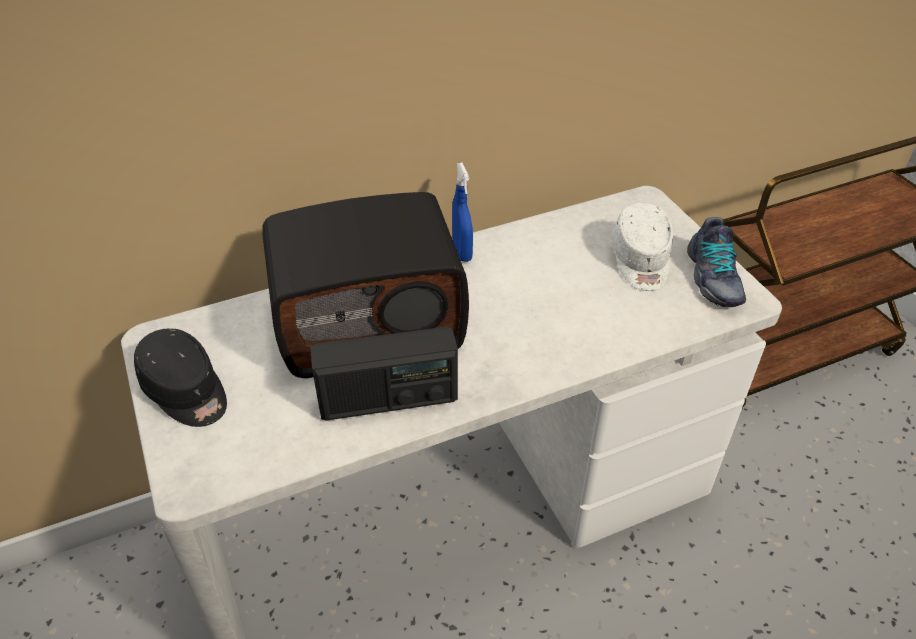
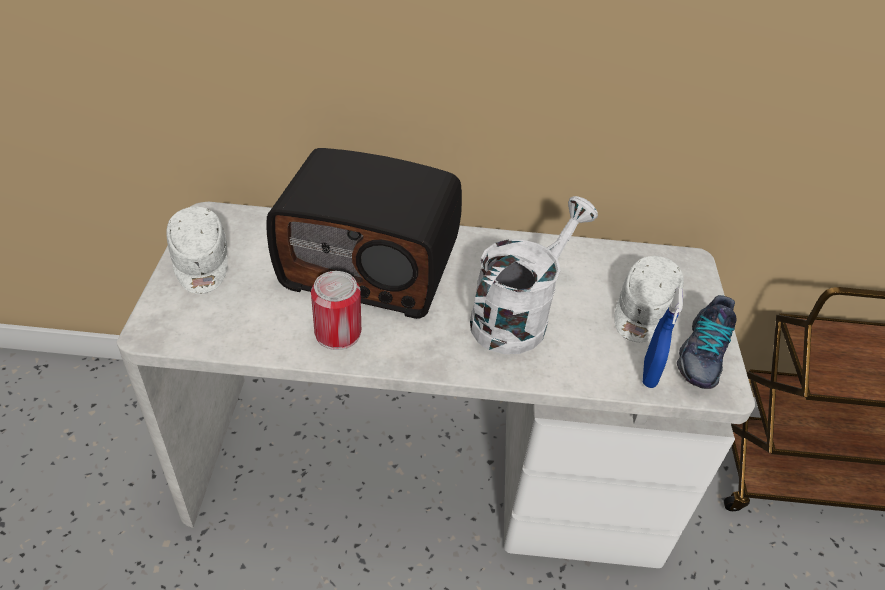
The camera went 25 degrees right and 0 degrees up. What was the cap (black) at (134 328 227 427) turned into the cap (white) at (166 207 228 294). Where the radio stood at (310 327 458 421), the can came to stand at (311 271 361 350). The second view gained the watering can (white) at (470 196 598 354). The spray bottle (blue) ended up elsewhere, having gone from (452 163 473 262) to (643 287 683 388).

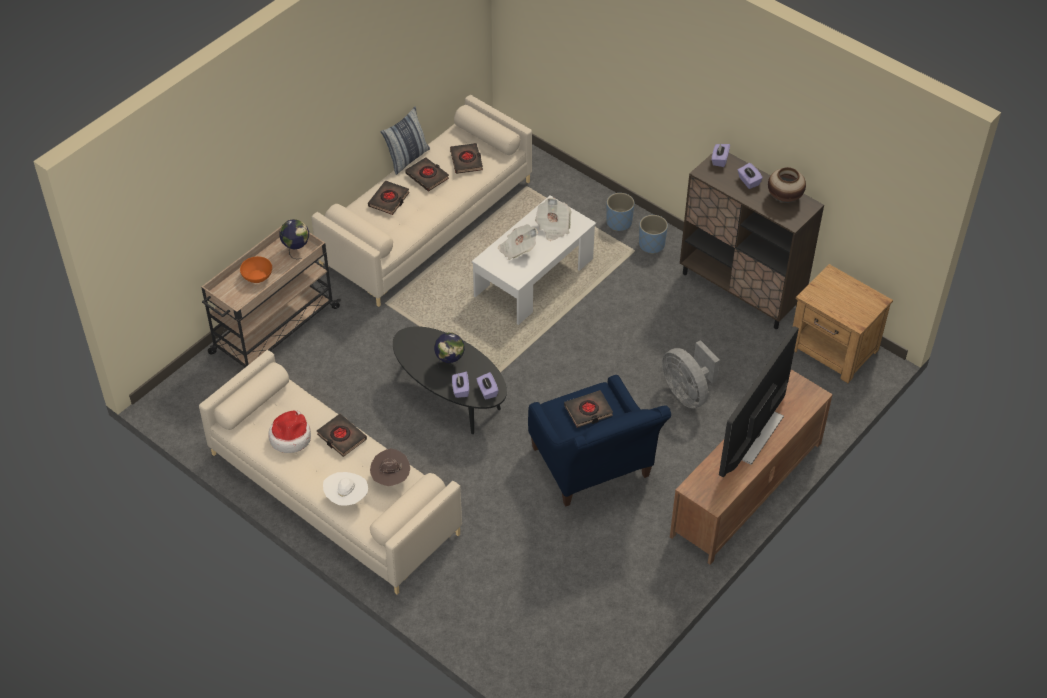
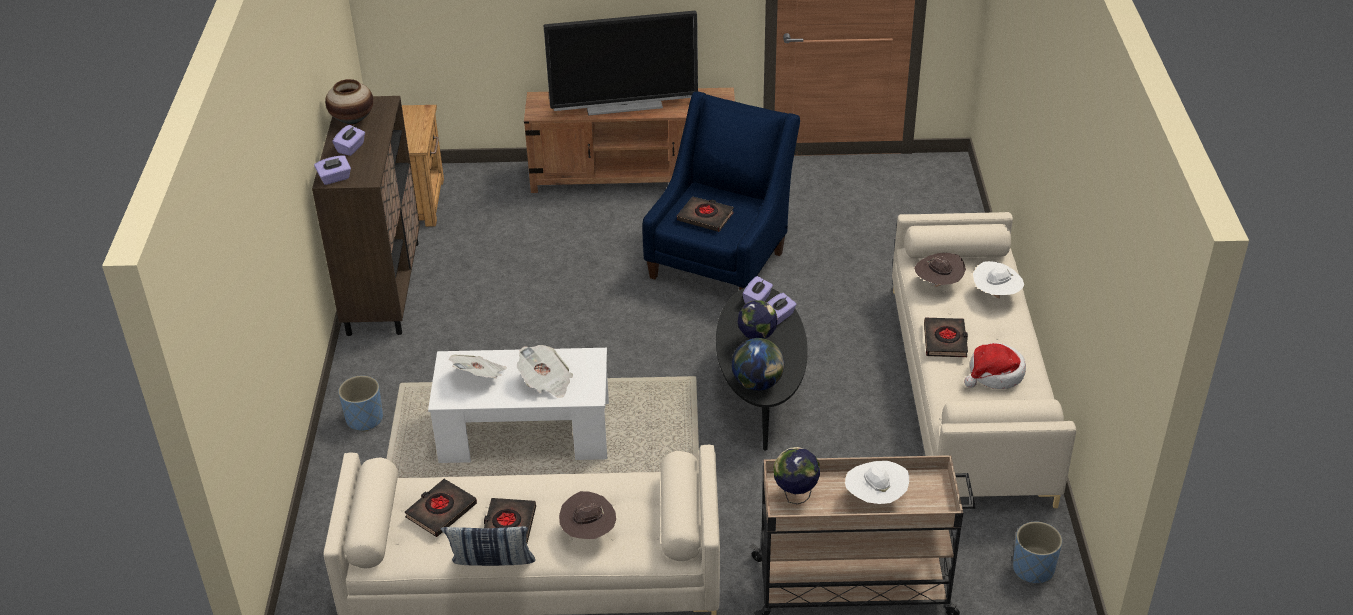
The camera went 130 degrees left and 10 degrees down. Where the book (black) stood at (368 180 410 215), the hat (brown) came to stand at (559 491 616 539). The second view gained the globe at (732 338 784 391). Where the bowl (orange) stood at (240 256 272 283), the hat (white) came to stand at (845 461 909 504). The planter (blue) ended up elsewhere, having gone from (639 215 668 254) to (1013 522 1062 583). The second view lost the fan (grey) at (662 340 720 408).

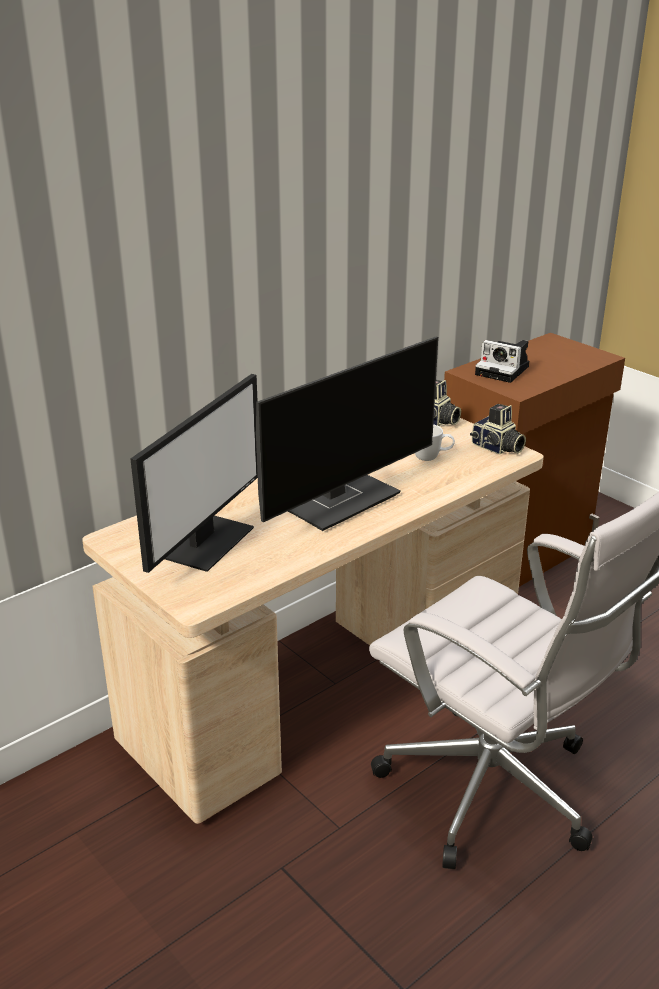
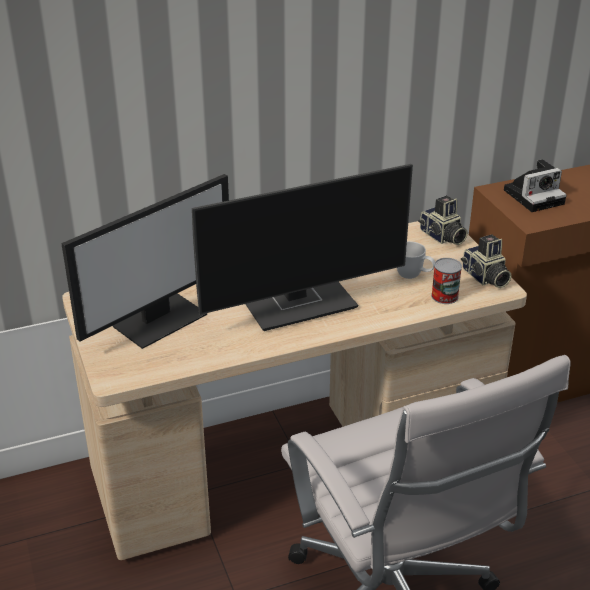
The camera went 20 degrees right and 5 degrees up. The second view gained the can at (431 258 462 304). The photo camera at (475 340 529 383) ended up facing another way, 75 degrees counterclockwise from before.

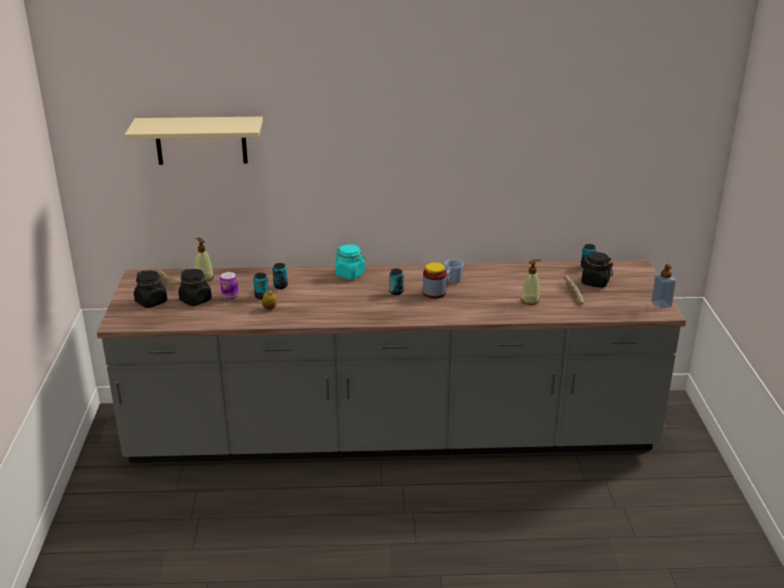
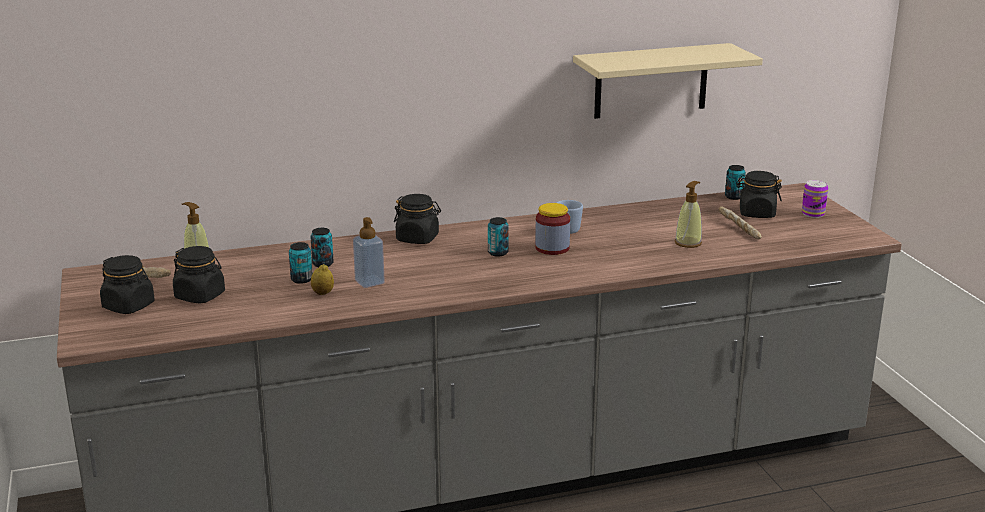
The camera went 15 degrees left and 5 degrees down. The soap dispenser ended up elsewhere, having gone from (651 264 676 309) to (353 217 385 288). What was the jar (turquoise) at (335 244 365 280) turned into the jar (black) at (394 194 441 244). The shelf (beige) ended up elsewhere, having gone from (124 117 263 165) to (573 43 763 119). The can ended up elsewhere, having gone from (220 272 239 300) to (802 180 828 218).

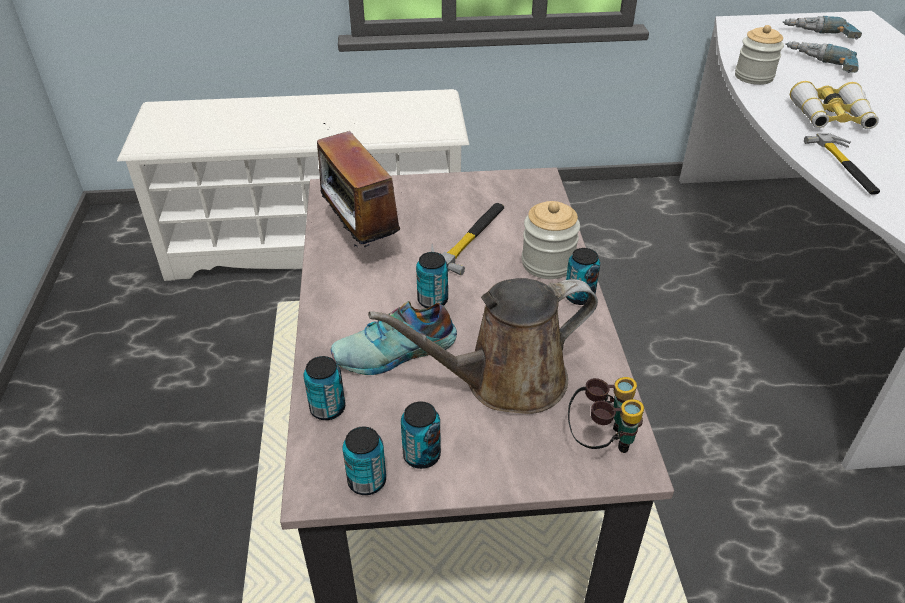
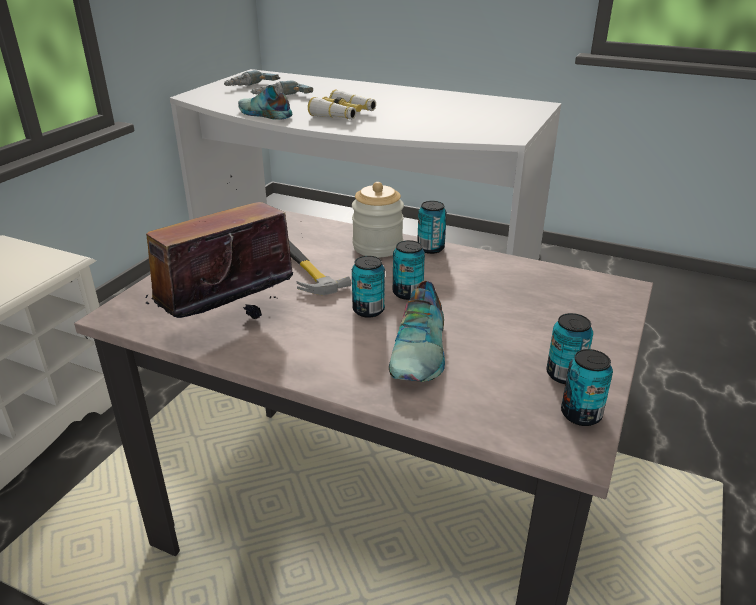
The camera went 60 degrees left and 10 degrees down. The radio at (311 123 400 247) ended up facing another way, 135 degrees clockwise from before. Where the jar stood at (735 25 784 85), the shoe came to stand at (238 85 292 120). The can ended up elsewhere, having gone from (304 356 345 420) to (393 240 425 300). The second view lost the watering can (brown) at (368 278 598 414). The second view lost the binoculars at (568 377 644 453). The second view lost the hammer at (804 133 880 195).

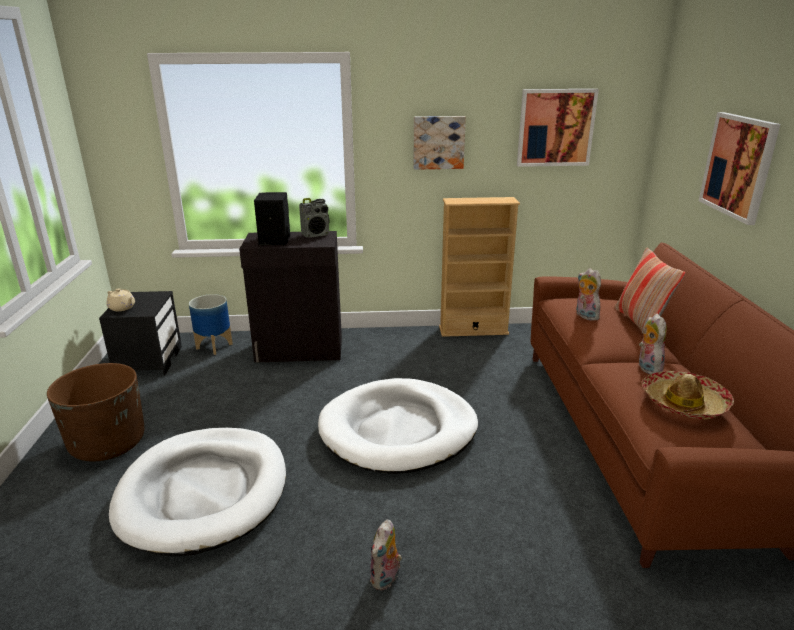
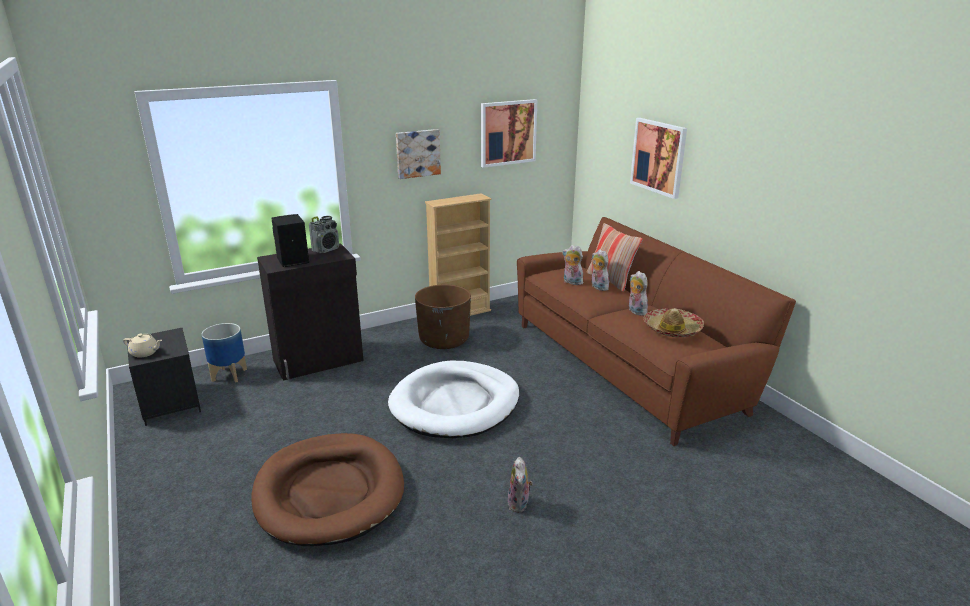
The camera went 25 degrees left and 0 degrees up. What was the dog bed (white) at (109 428 286 556) turned into the dog bed (brown) at (251 433 404 546). The planter (brown) ended up elsewhere, having gone from (47 363 145 462) to (415 284 471 349). The second view gained the plush toy at (592 249 609 291).

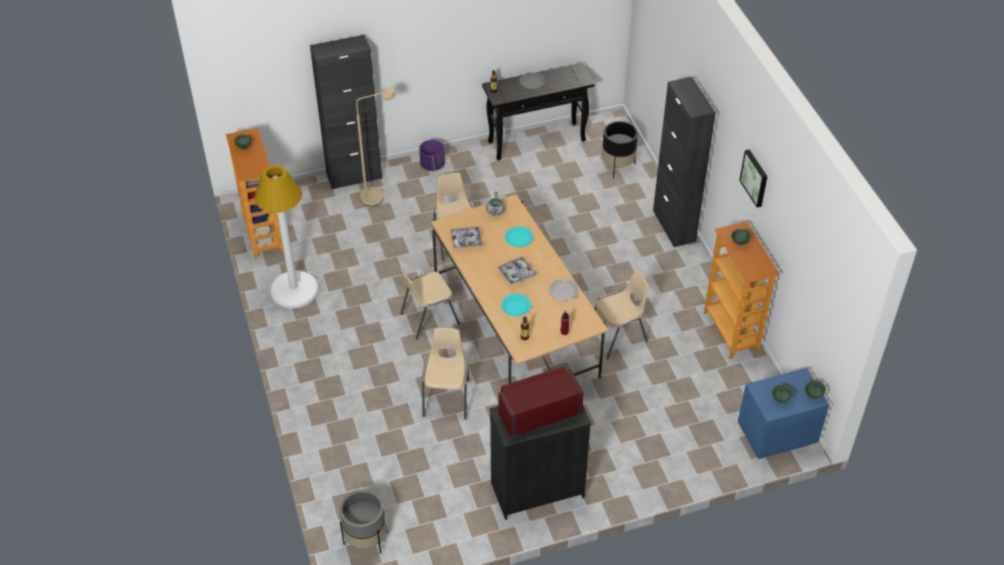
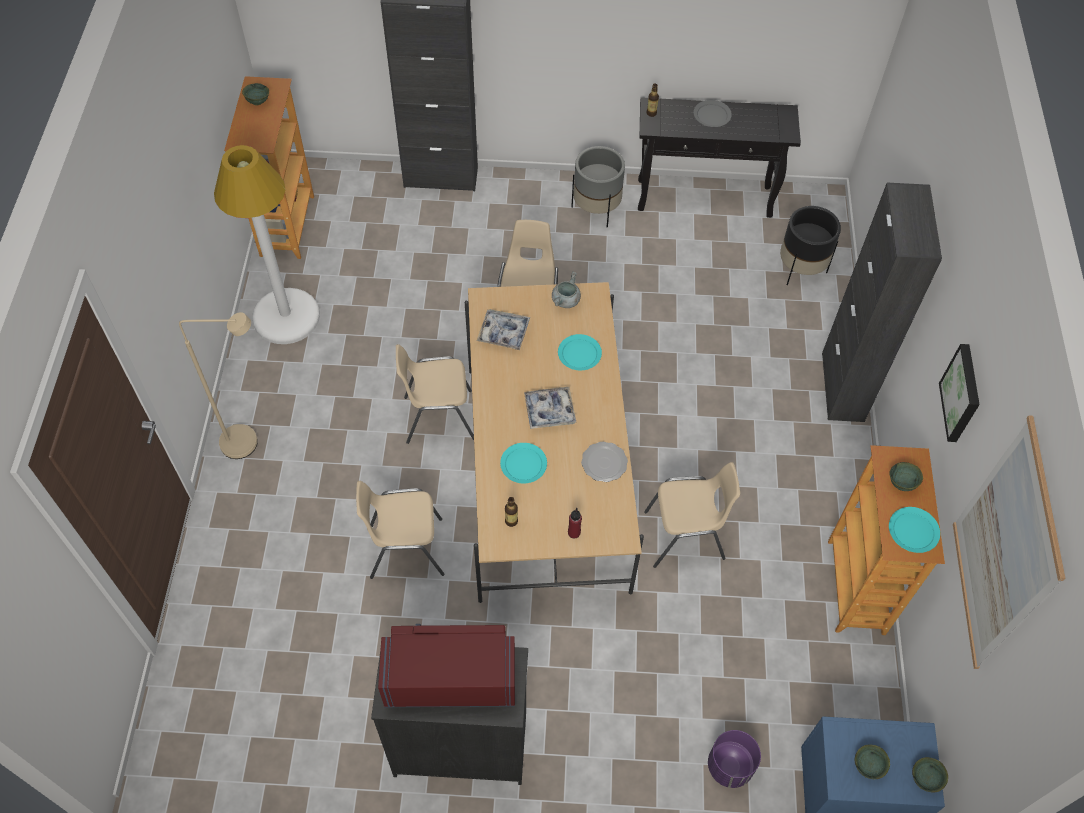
The camera went 20 degrees right and 10 degrees up. The floor lamp (beige) ended up elsewhere, having gone from (356 87 396 206) to (179 312 258 459). The chair (beige) at (422 328 469 419) ended up facing another way, 120 degrees counterclockwise from before. The planter (grey) ended up elsewhere, having gone from (339 489 386 554) to (571 146 625 227). The planter (purple) ended up elsewhere, having gone from (419 140 445 171) to (708 730 761 788). The second view gained the plate (turquoise) at (889 507 940 553). The second view gained the picture at (953 415 1066 669).

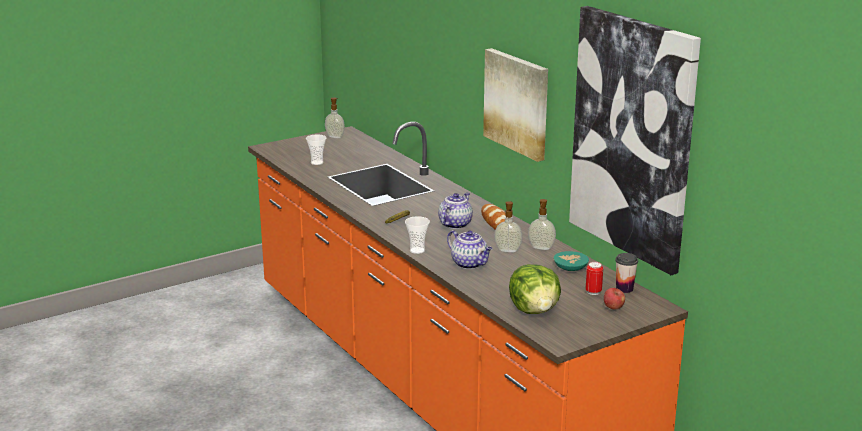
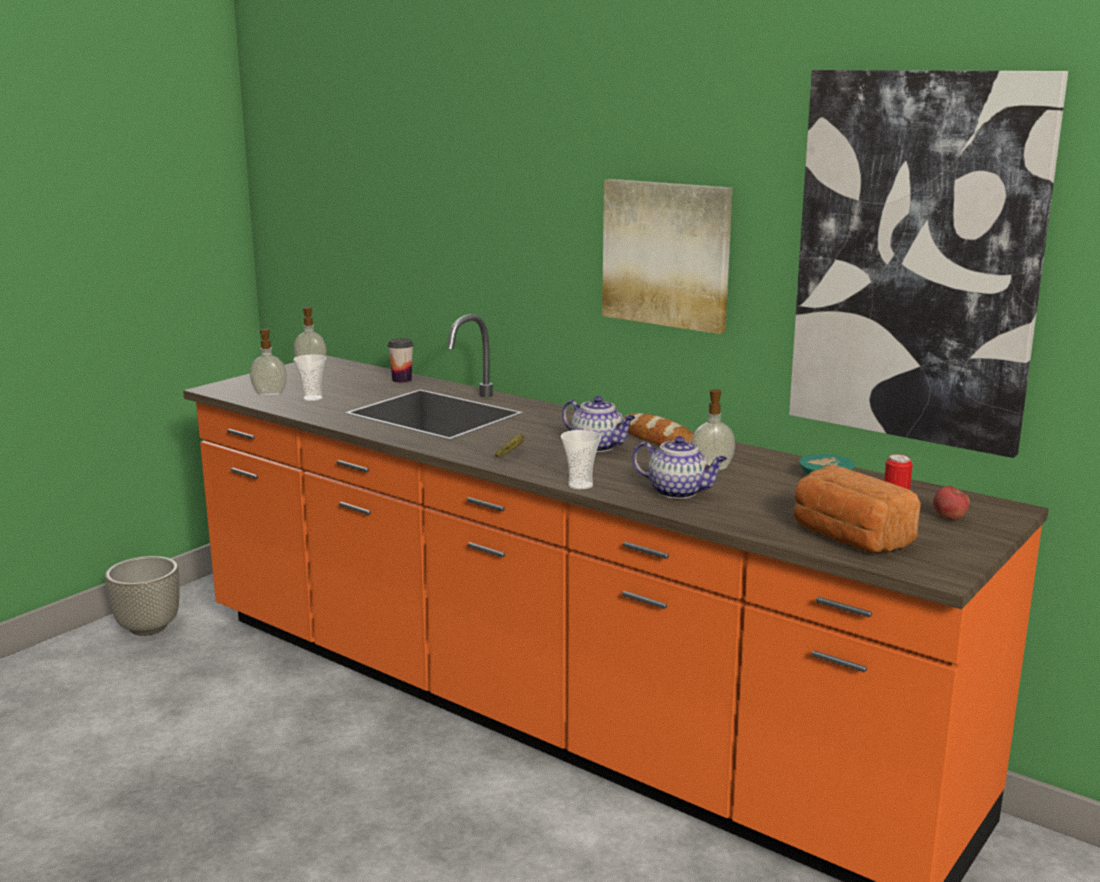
The camera went 20 degrees left and 5 degrees down. The second view gained the planter (grey) at (105 556 180 636). The soap dispenser ended up elsewhere, having gone from (528 199 556 250) to (250 329 287 396). The cup ended up elsewhere, having gone from (615 253 638 293) to (388 338 413 383). The teapot at (438 192 473 229) ended up facing another way, 120 degrees clockwise from before. Where the lettuce stood at (509 264 561 314), the bread came to stand at (793 466 921 553).

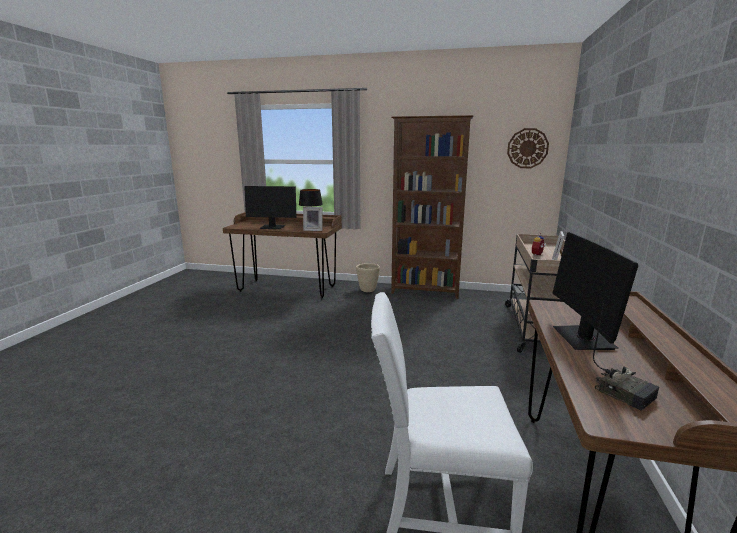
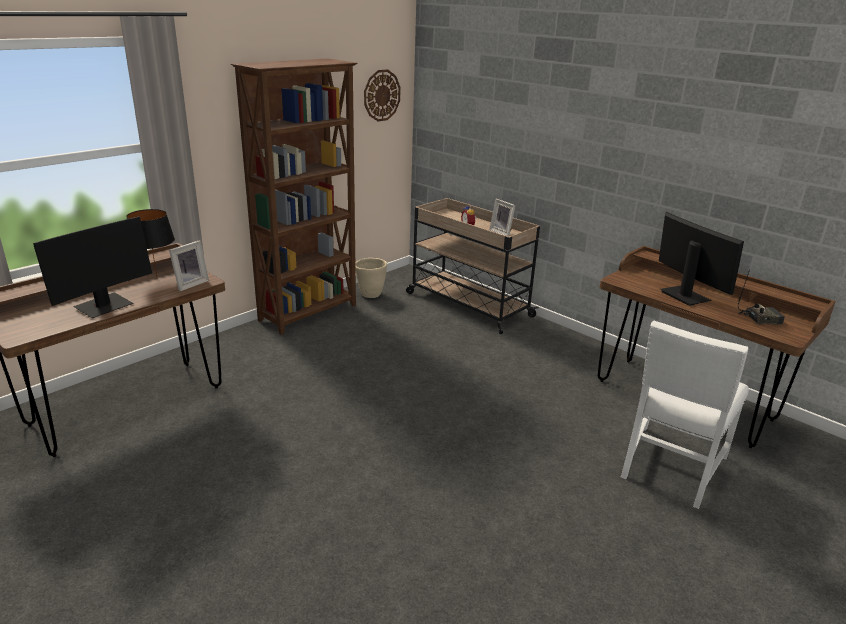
The camera went 60 degrees left and 10 degrees up. The planter (beige) ended up elsewhere, having gone from (356 263 380 292) to (355 258 387 298). The monitor at (552 232 638 350) ended up facing another way, 150 degrees counterclockwise from before.

